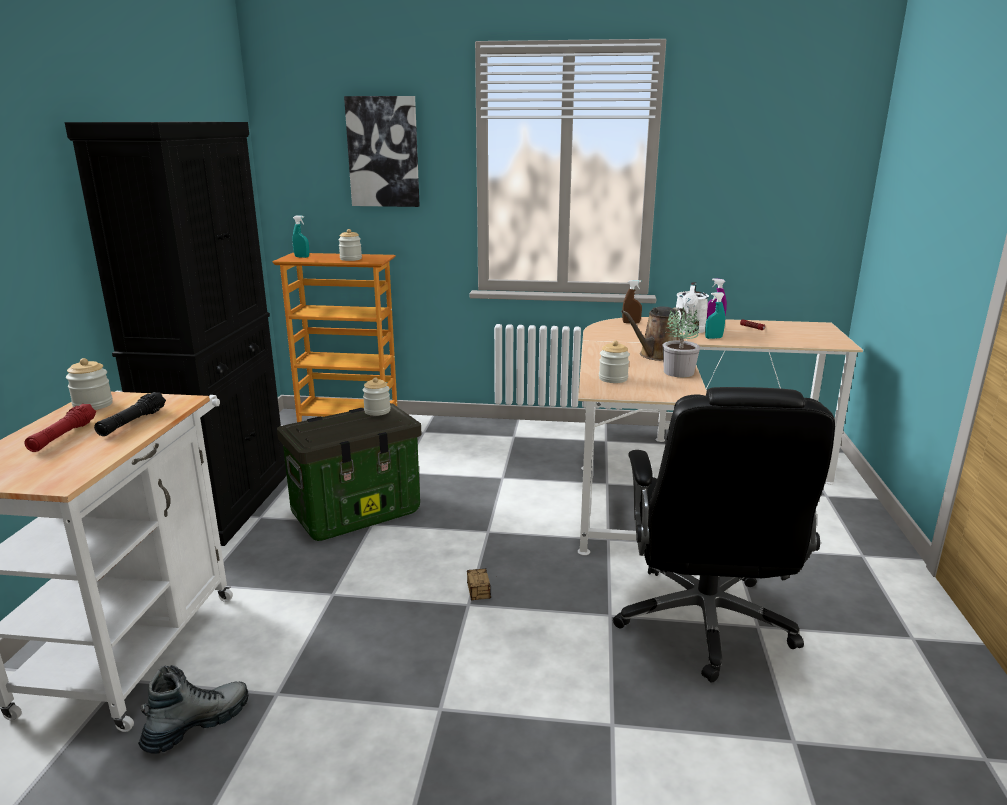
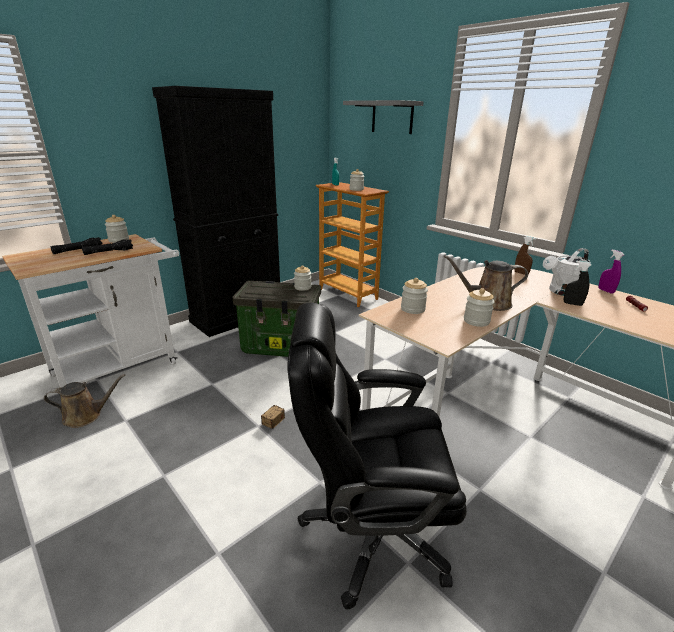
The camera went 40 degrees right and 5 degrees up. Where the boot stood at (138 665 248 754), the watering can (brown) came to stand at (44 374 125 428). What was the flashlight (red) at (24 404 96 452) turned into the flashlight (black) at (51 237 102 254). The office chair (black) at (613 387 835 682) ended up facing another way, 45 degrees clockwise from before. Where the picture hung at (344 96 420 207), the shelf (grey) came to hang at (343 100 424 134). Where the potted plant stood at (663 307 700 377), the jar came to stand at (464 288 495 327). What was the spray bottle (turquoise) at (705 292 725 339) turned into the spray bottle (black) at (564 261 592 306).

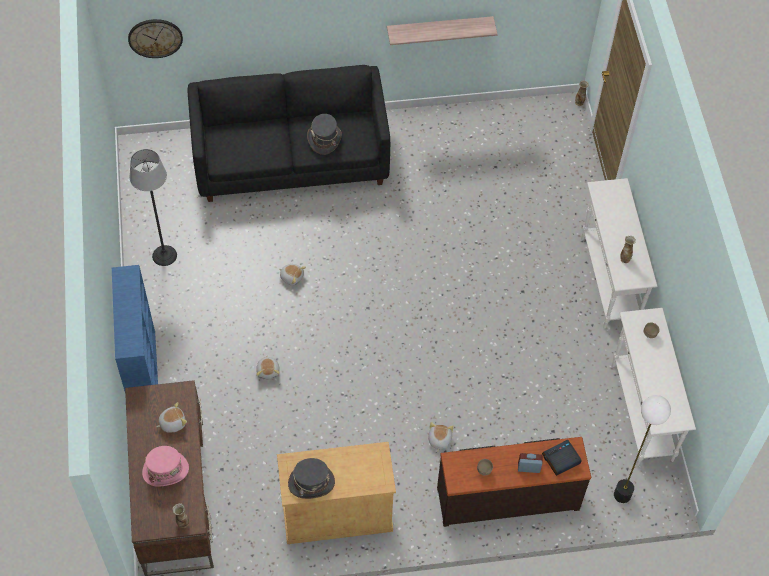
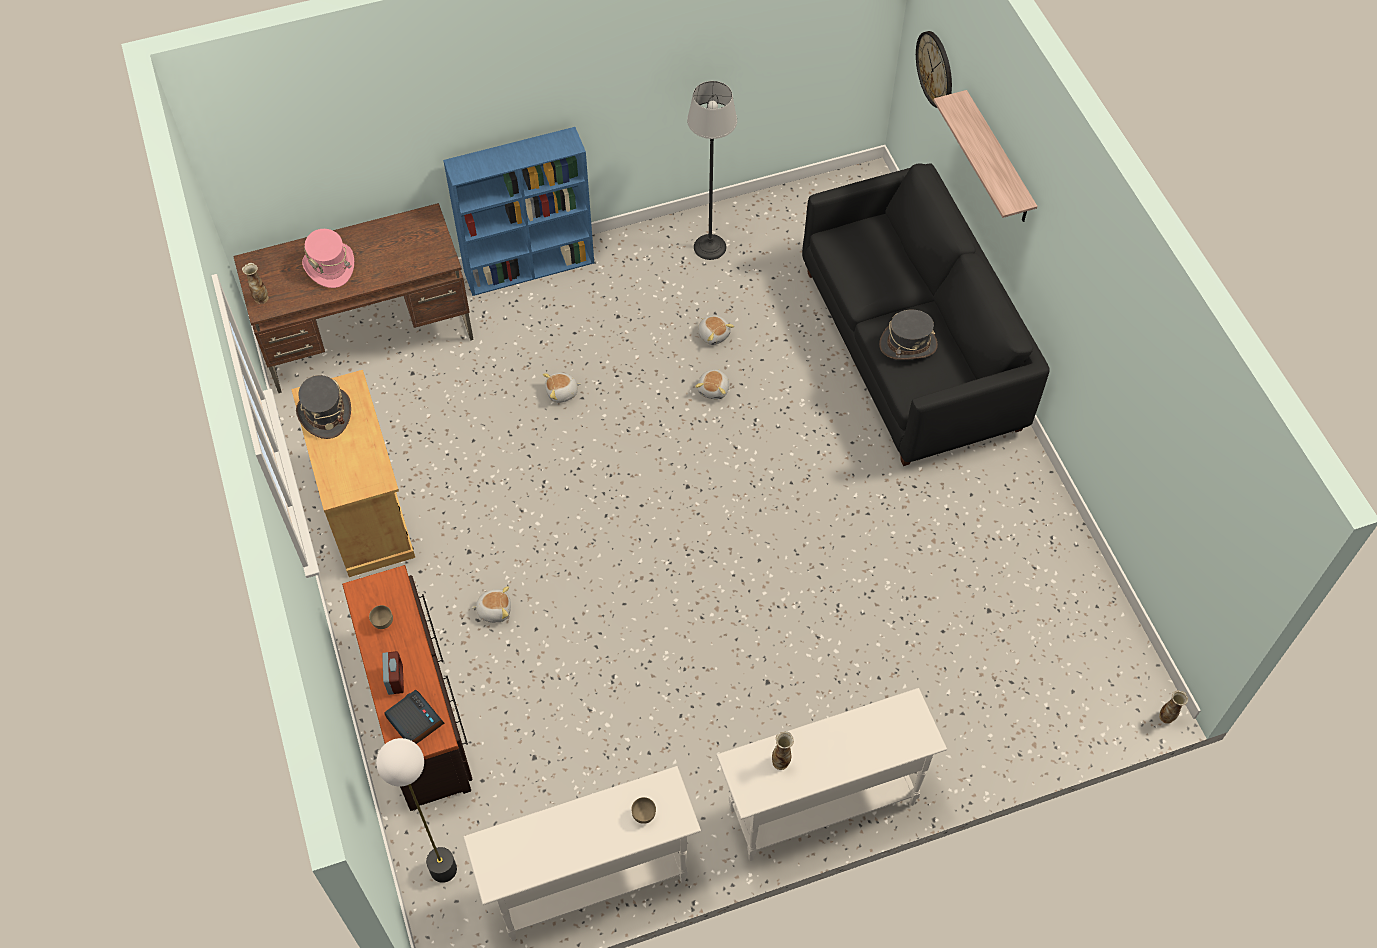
The camera went 80 degrees right and 0 degrees up. The plush toy ended up elsewhere, having gone from (157 402 187 433) to (698 316 734 345). The shelf ended up elsewhere, having gone from (387 16 498 45) to (933 90 1037 222).

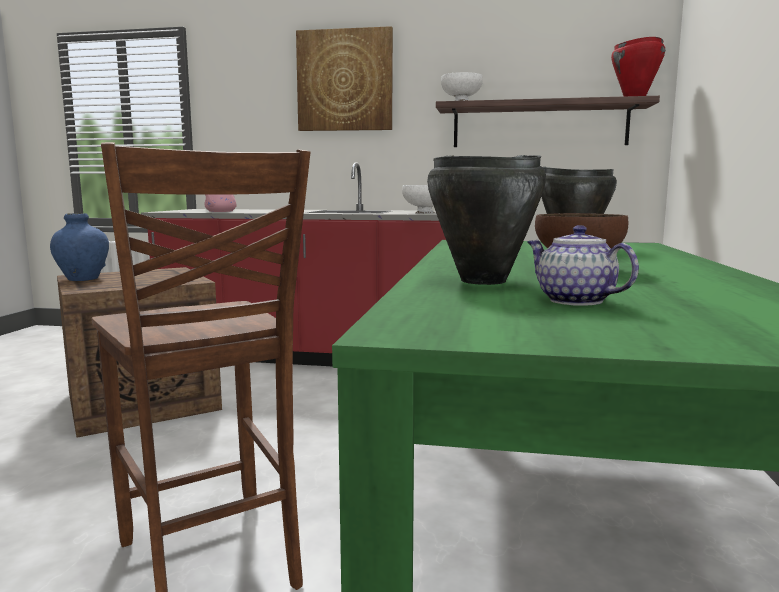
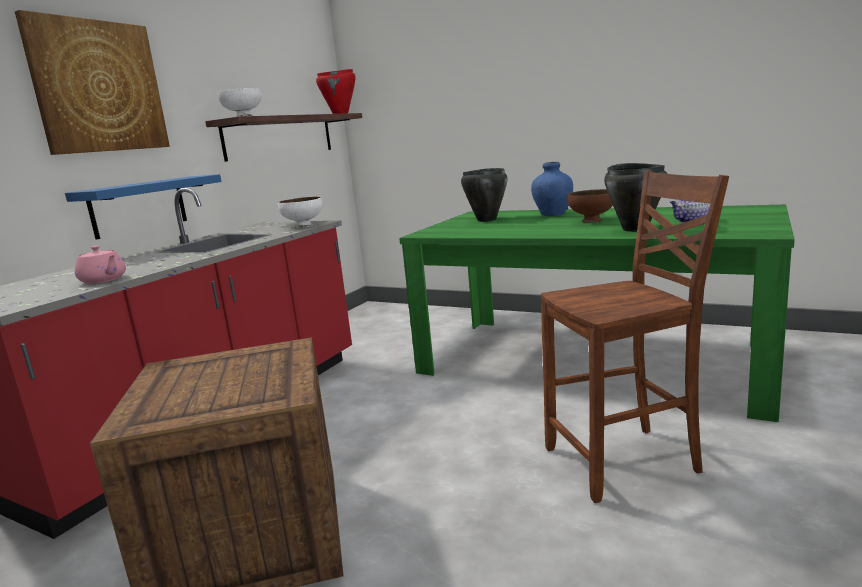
The camera went 70 degrees left and 5 degrees up. The second view gained the shelf (blue) at (65 174 221 240). The vase (blue) ended up elsewhere, having gone from (50 213 109 281) to (531 162 573 216).

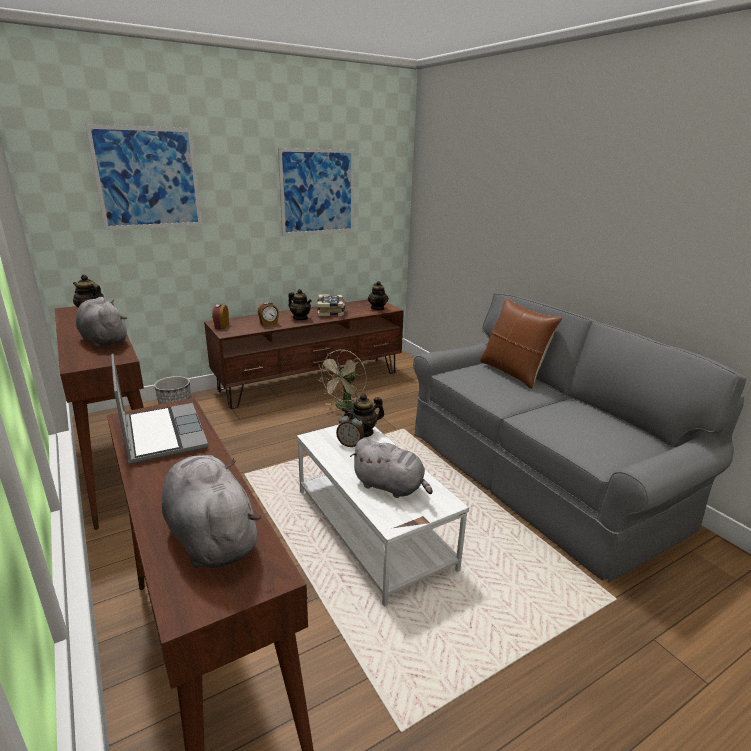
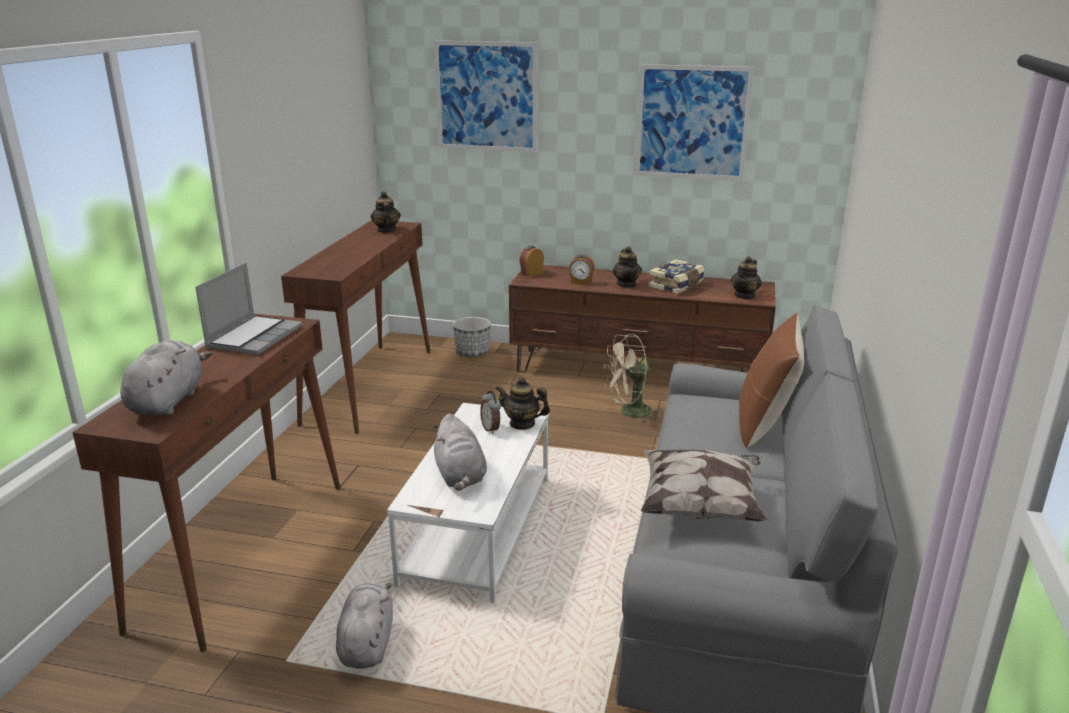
The camera went 45 degrees right and 0 degrees up. The plush toy (grey) ended up elsewhere, having gone from (76 297 127 347) to (336 583 393 669). The second view gained the pillow at (641 450 768 521).

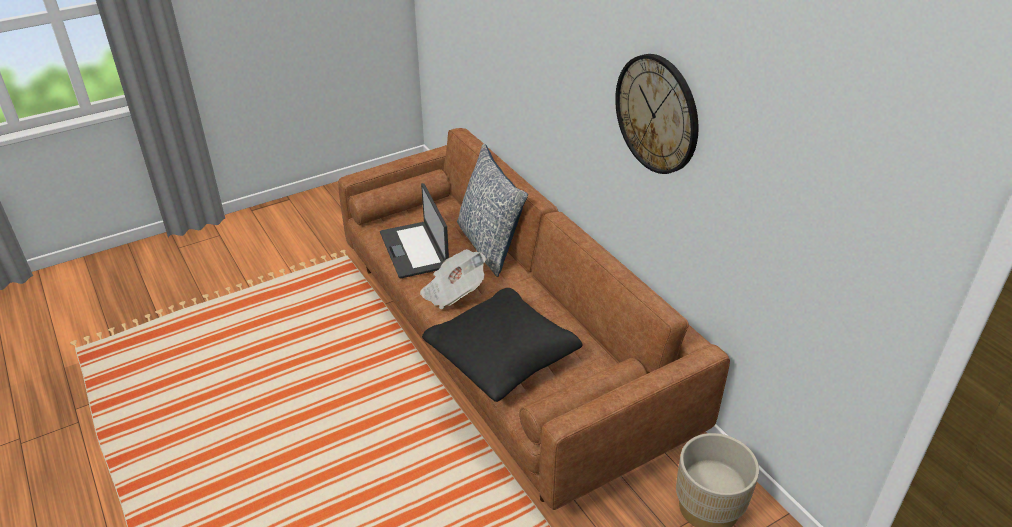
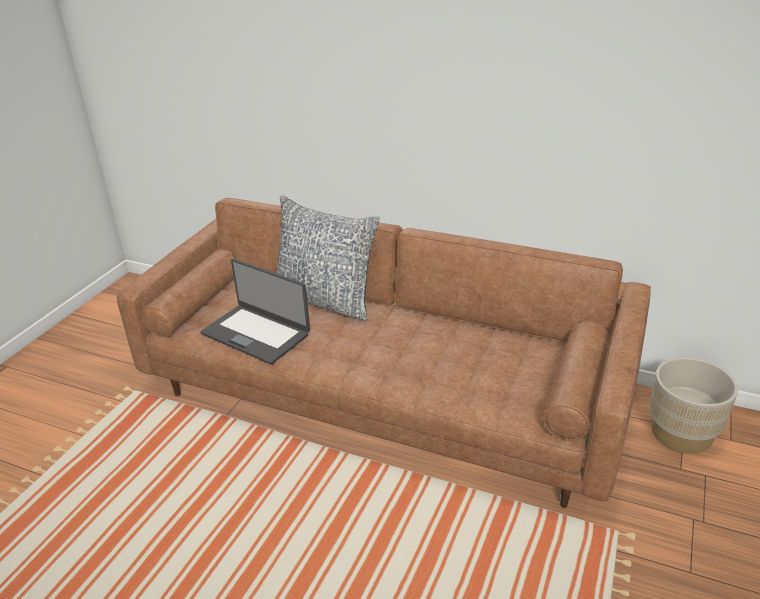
The camera went 35 degrees left and 5 degrees down. The second view lost the newspaper at (420 249 486 309). The second view lost the pillow (black) at (422 288 582 402). The second view lost the wall clock at (615 54 699 174).

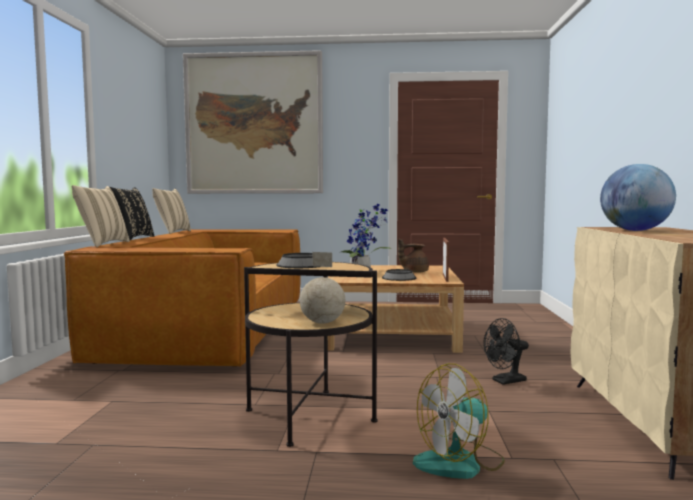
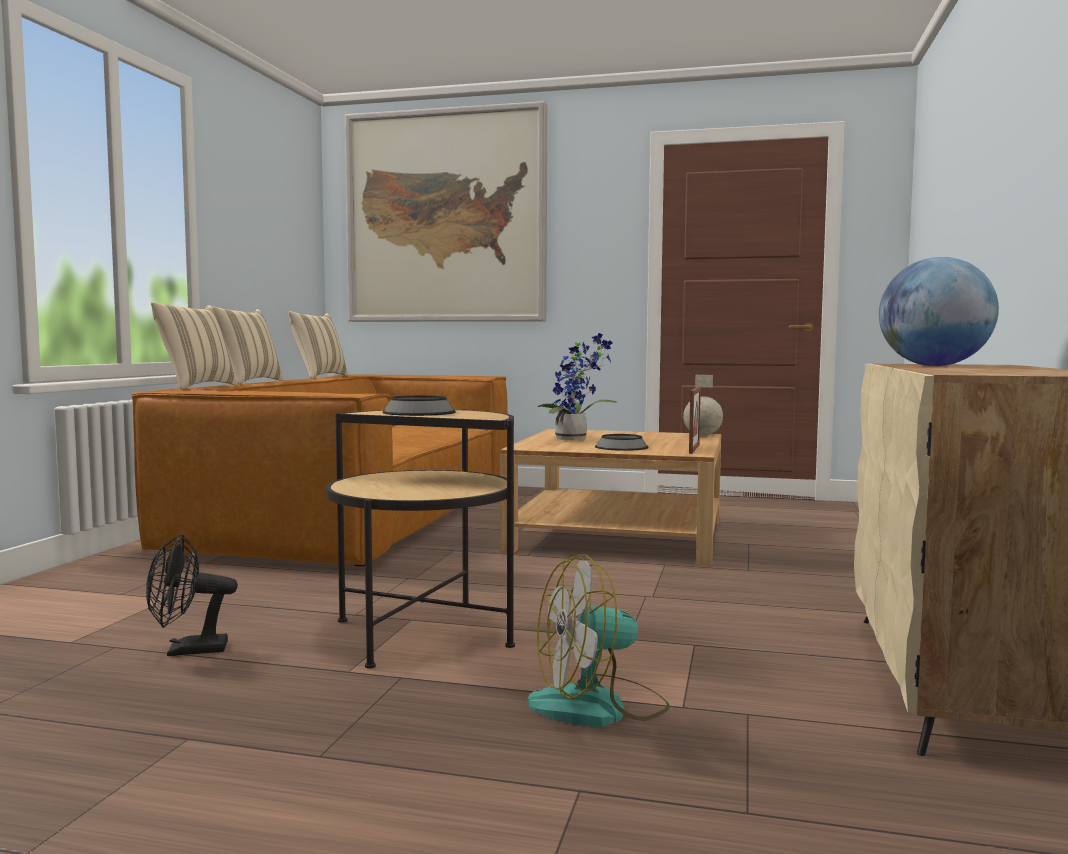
The camera went 10 degrees right and 0 degrees up. The fan (black) ended up elsewhere, having gone from (483 318 529 385) to (146 534 238 656). What was the pillow (black) at (110 187 154 240) turned into the pillow (beige) at (212 306 283 384). The globe ended up elsewhere, having gone from (300 252 345 324) to (683 375 723 436). The second view lost the teapot (brown) at (398 239 429 273).

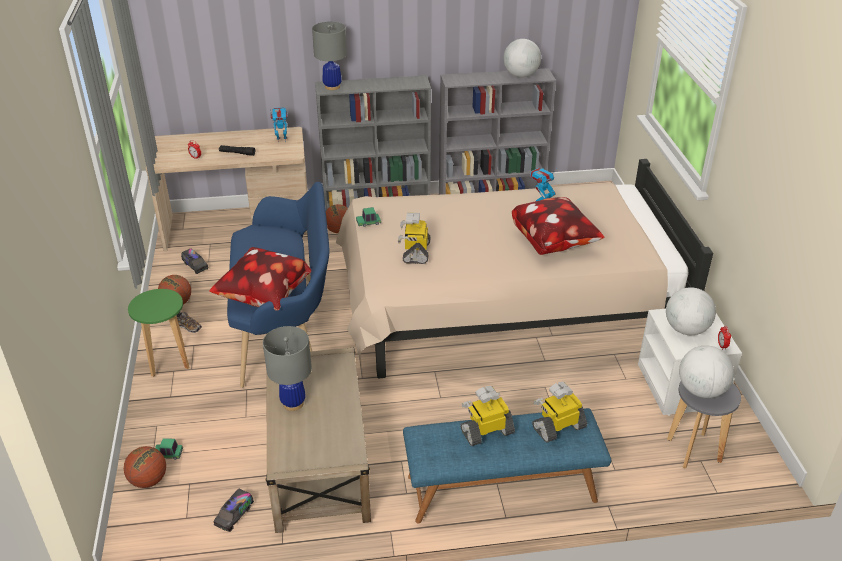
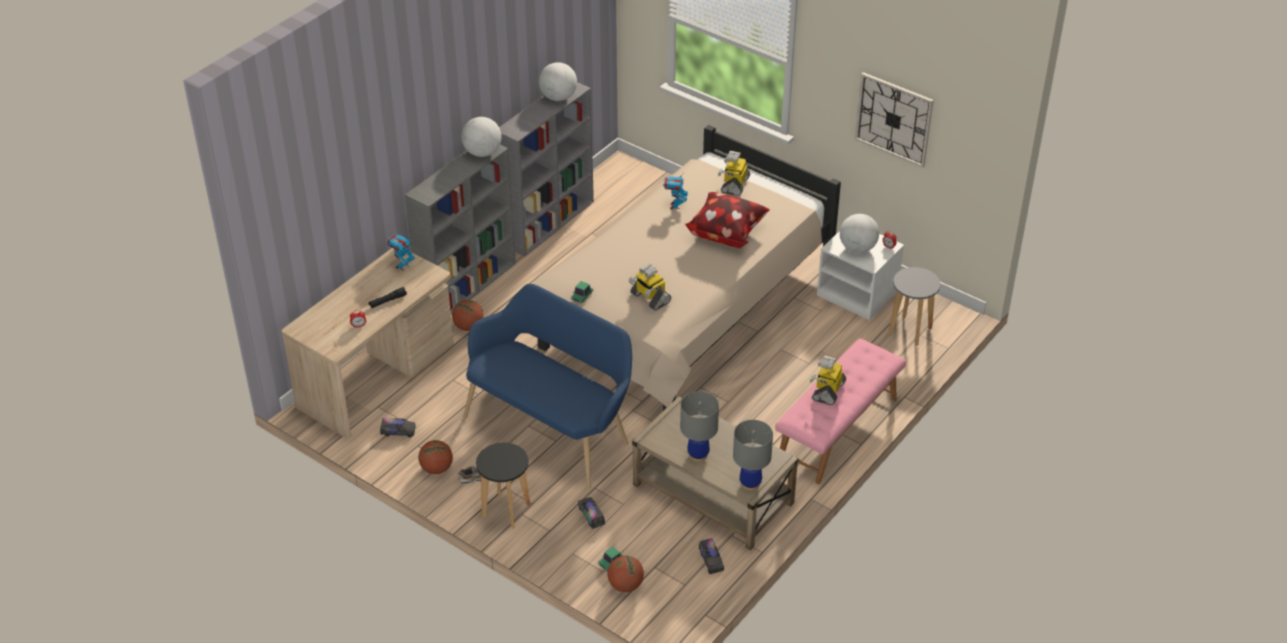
The camera went 45 degrees left and 5 degrees up. The globe ended up elsewhere, having gone from (679 346 734 398) to (461 117 501 157). What was the stool (green) at (128 289 190 377) turned into the stool (black) at (476 443 530 529). The second view gained the toy truck at (578 497 605 529). The toy robot ended up elsewhere, having gone from (532 381 587 443) to (718 151 750 196). The table lamp (grey) ended up elsewhere, having gone from (312 22 347 90) to (733 420 773 491). What was the bench (blue) at (403 408 611 524) turned into the bench (pink) at (775 338 906 484). The second view gained the wall clock at (855 72 934 168). The second view lost the pillow at (209 247 311 311).

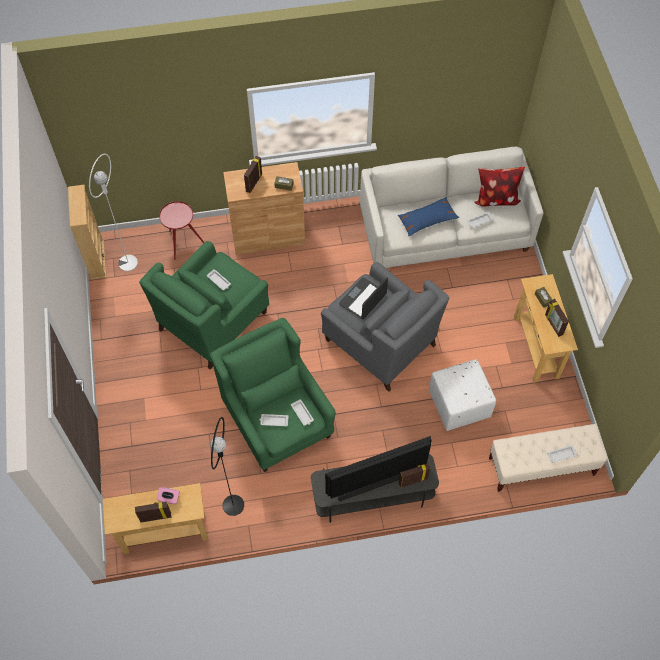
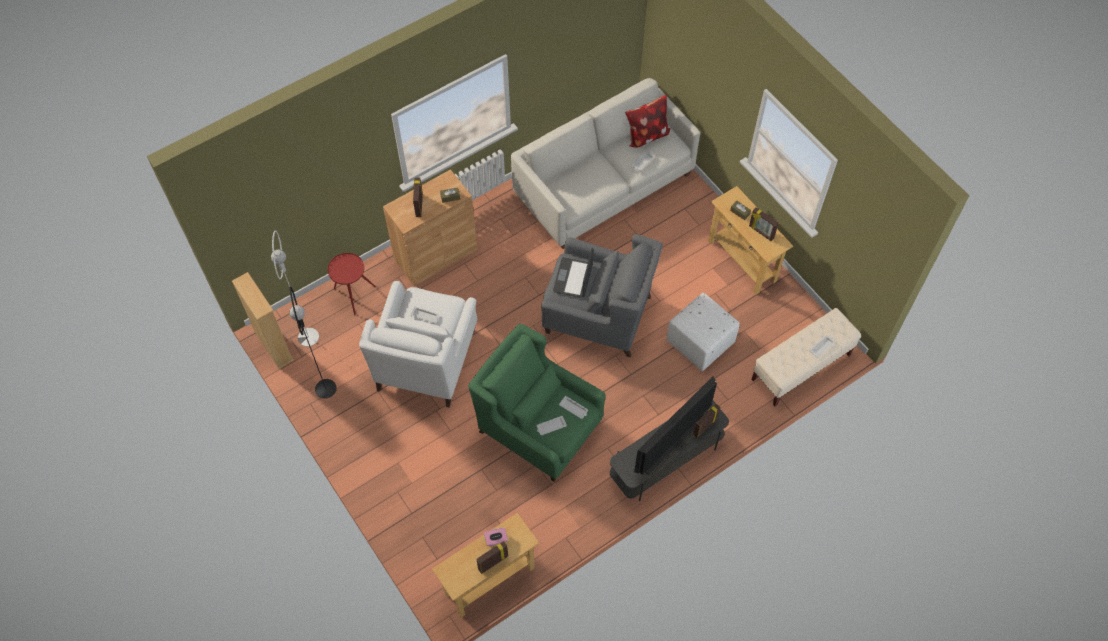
The camera went 25 degrees left and 0 degrees up. The floor lamp (black) ended up elsewhere, having gone from (210 417 244 516) to (289 286 337 399). What was the armchair (green) at (139 241 269 369) turned into the armchair (white) at (359 281 477 408). The second view lost the pillow (blue) at (397 197 459 236).

